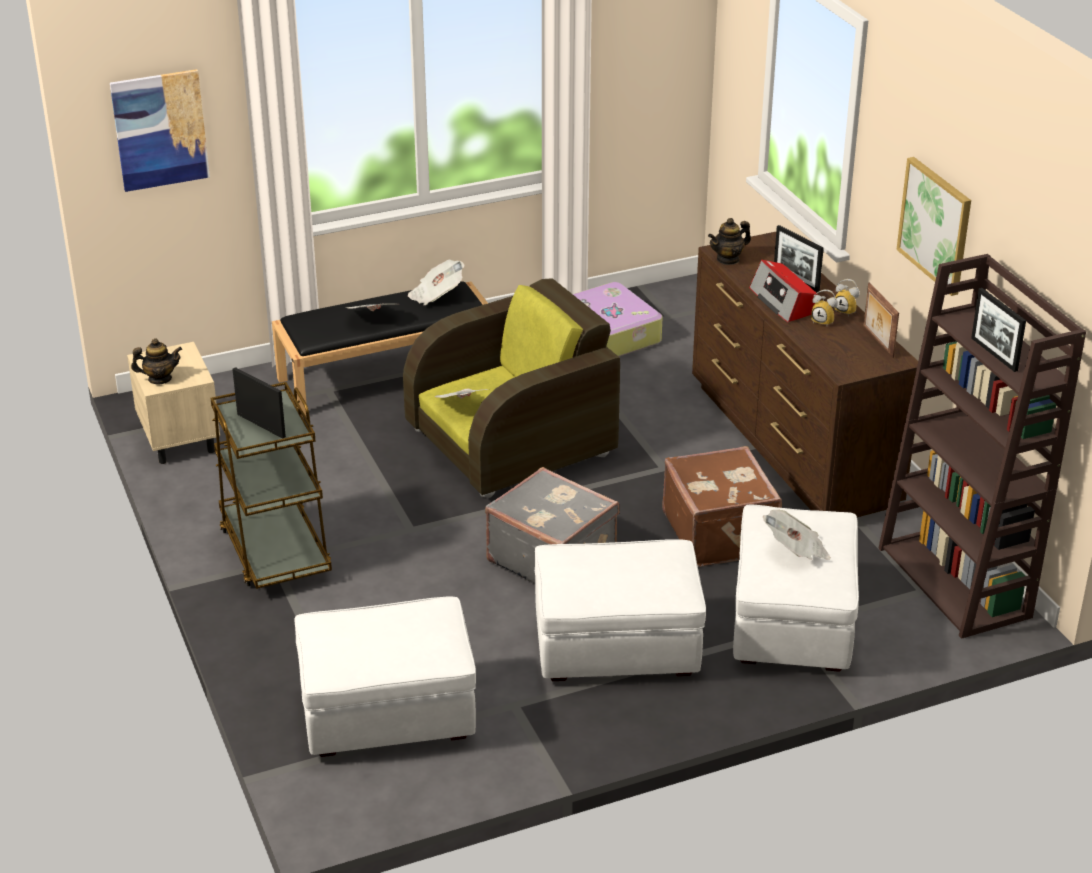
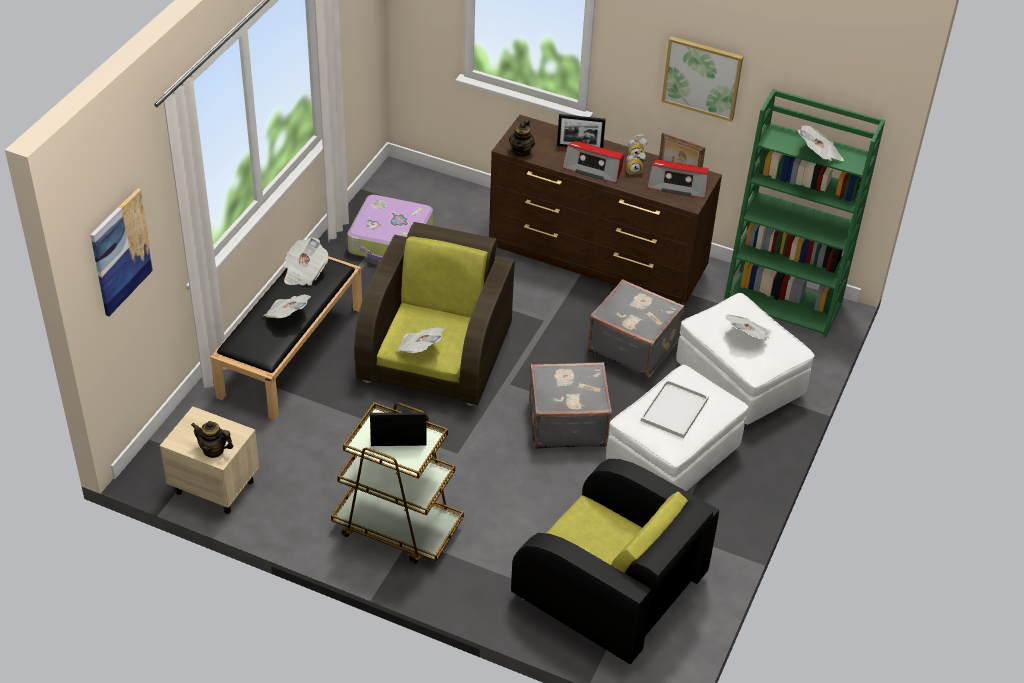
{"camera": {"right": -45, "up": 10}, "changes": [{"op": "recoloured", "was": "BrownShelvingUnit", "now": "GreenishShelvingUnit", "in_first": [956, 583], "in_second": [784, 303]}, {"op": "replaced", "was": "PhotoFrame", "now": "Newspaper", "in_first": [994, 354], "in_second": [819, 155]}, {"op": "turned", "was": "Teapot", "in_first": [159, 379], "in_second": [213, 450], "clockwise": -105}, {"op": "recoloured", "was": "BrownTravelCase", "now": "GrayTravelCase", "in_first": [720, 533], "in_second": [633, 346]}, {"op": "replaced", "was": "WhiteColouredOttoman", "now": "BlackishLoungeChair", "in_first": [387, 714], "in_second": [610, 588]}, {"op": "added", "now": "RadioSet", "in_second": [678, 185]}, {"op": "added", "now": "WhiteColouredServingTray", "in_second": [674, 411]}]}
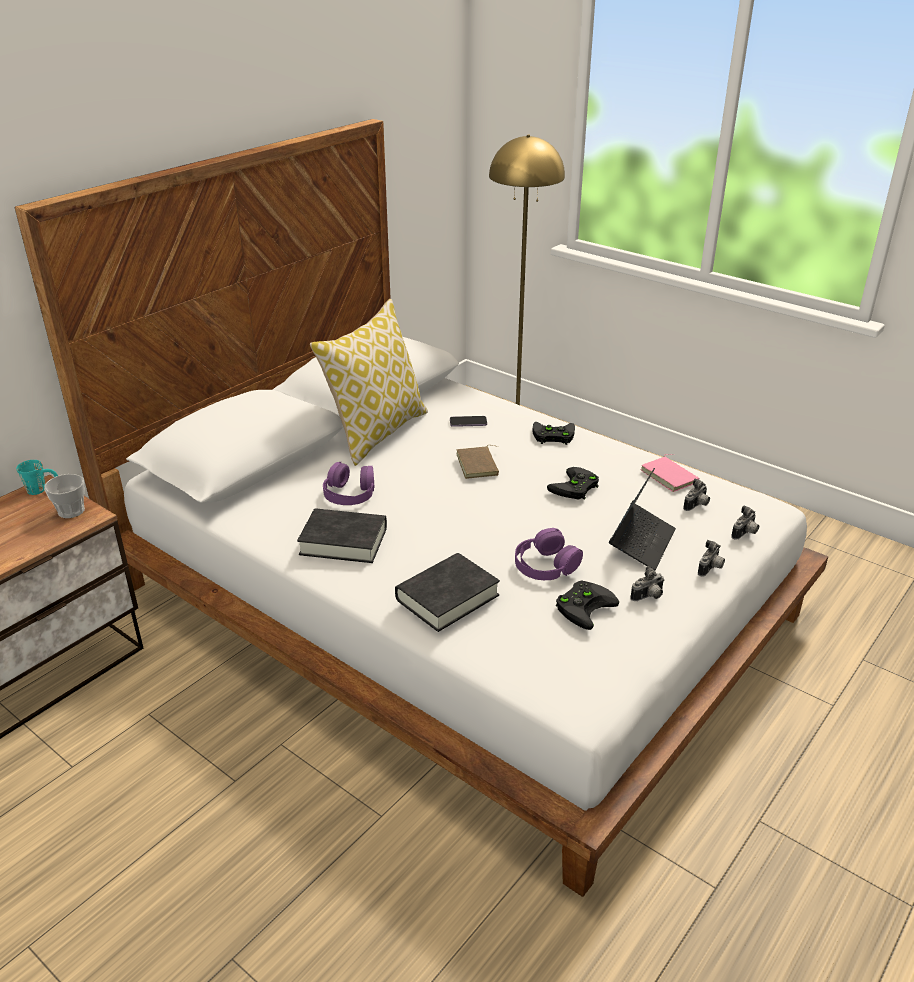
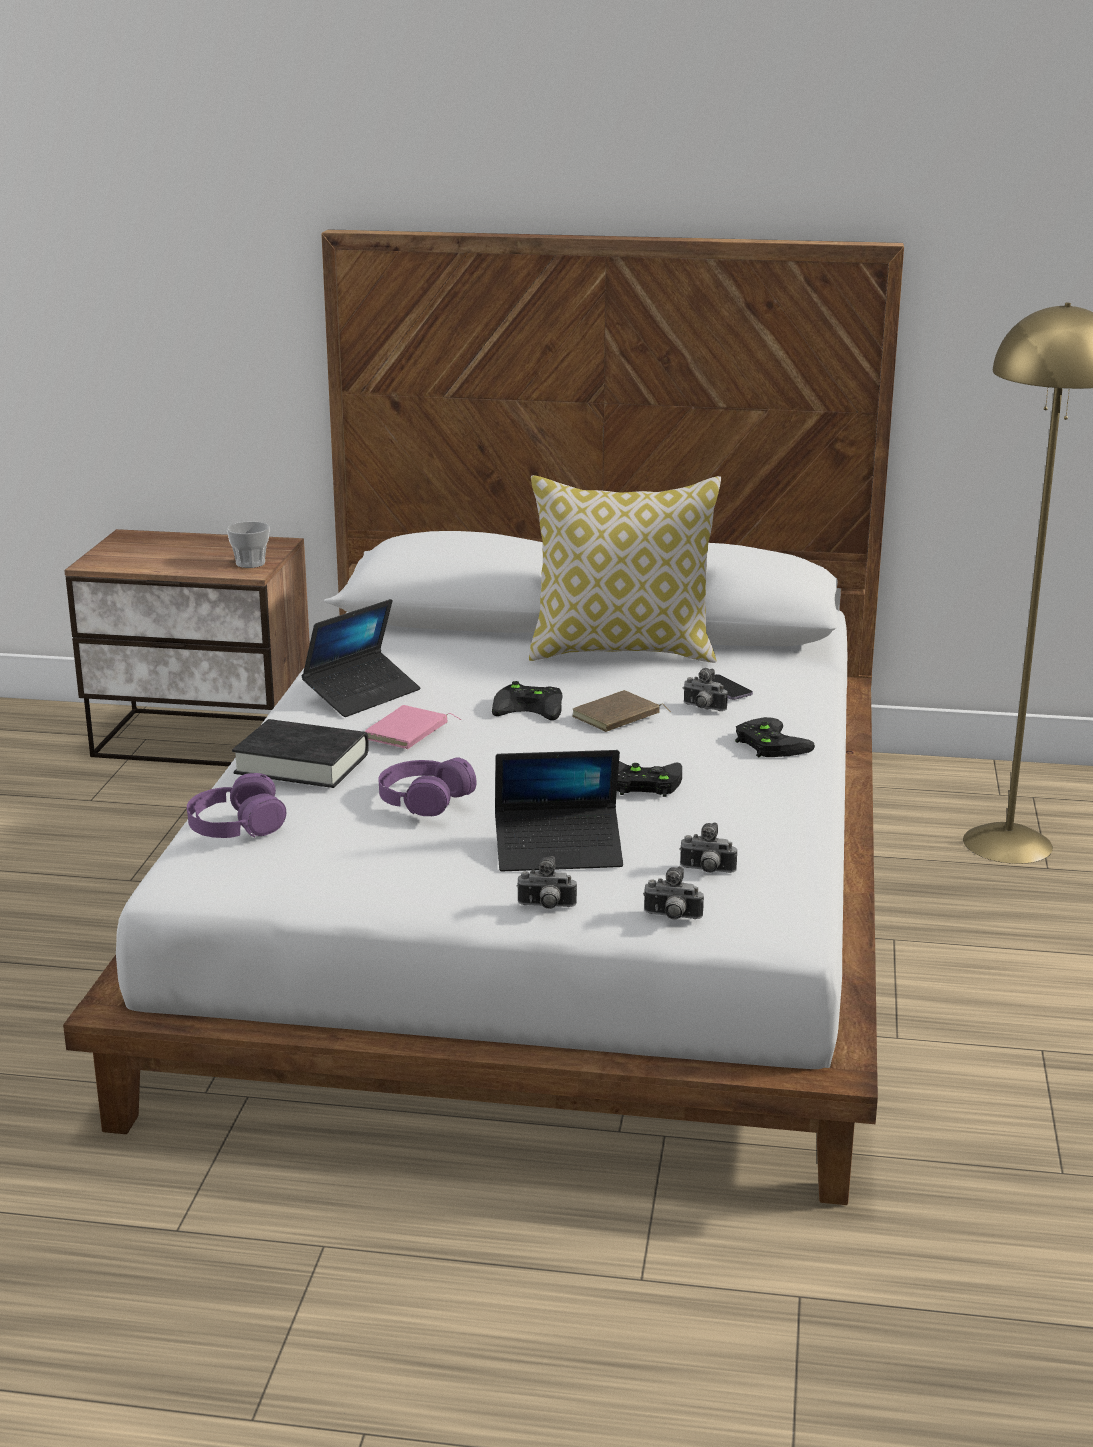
{"camera": {"right": 60, "up": -10}, "changes": [{"op": "moved", "was": "PinkColouredBoundBook", "in_first": [670, 476], "in_second": [408, 733]}, {"op": "removed", "was": "TurquoiseMug", "in_first": [42, 489]}, {"op": "moved", "was": "PurplishHeadset", "in_first": [350, 493], "in_second": [235, 824]}, {"op": "replaced", "was": "BlackishBoundBook", "now": "NotebookComputer", "in_first": [343, 541], "in_second": [362, 694]}, {"op": "moved", "was": "PhotoCamera", "in_first": [648, 597], "in_second": [702, 708]}, {"op": "moved", "was": "BlackishGamepad", "in_first": [584, 605], "in_second": [532, 707]}]}
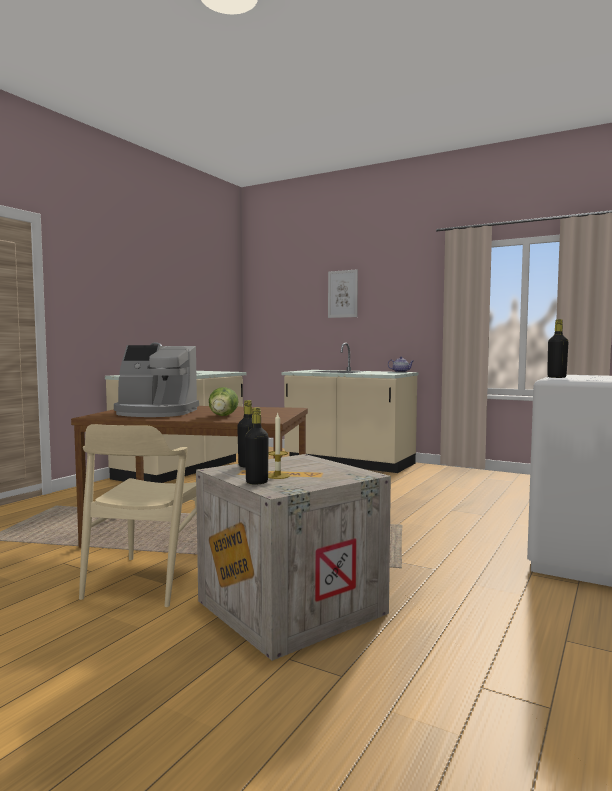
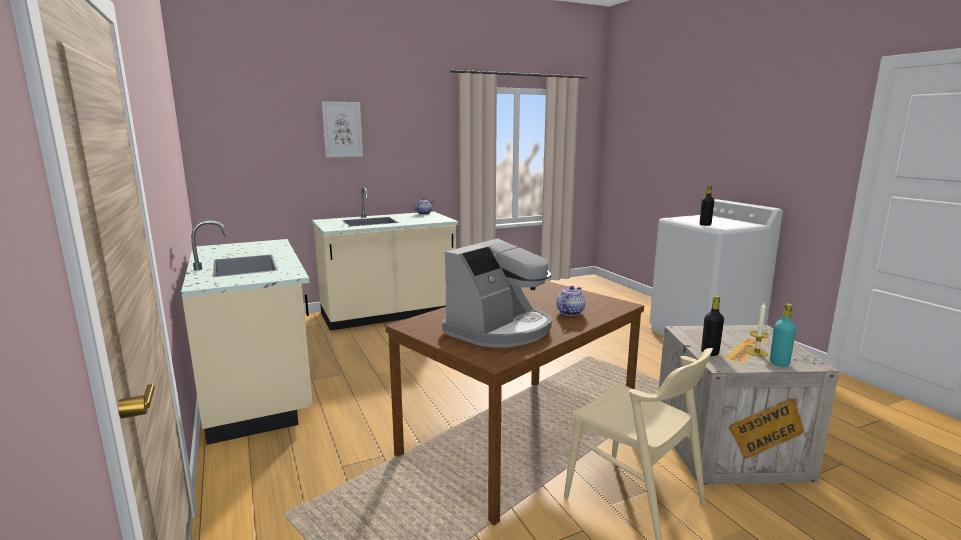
{"camera": {"right": -55, "up": 10}, "changes": [{"op": "replaced", "was": "Lettuce", "now": "Teapot", "in_first": [222, 416], "in_second": [570, 312]}, {"op": "recoloured", "was": "BlackishBeverageBottle", "now": "TurquoiseBeverageBottle", "in_first": [257, 482], "in_second": [779, 363]}]}
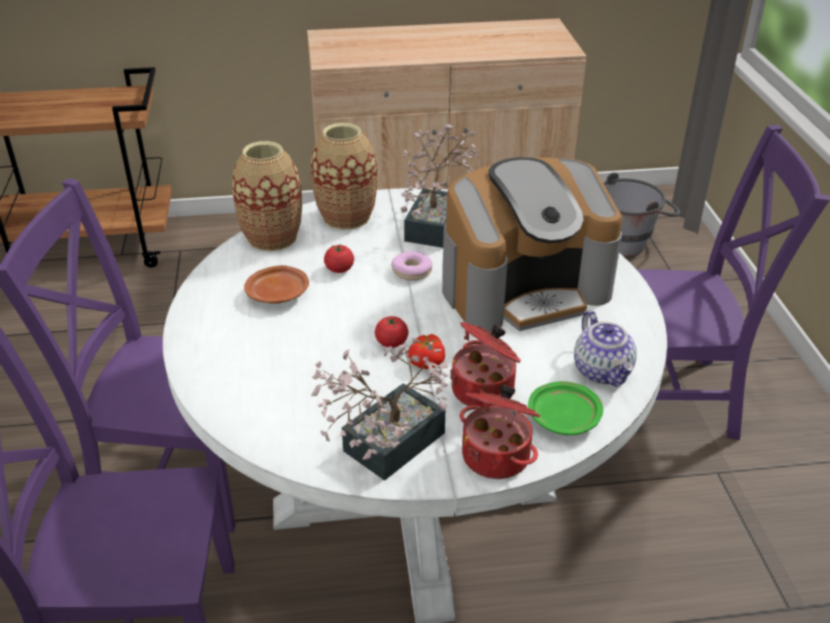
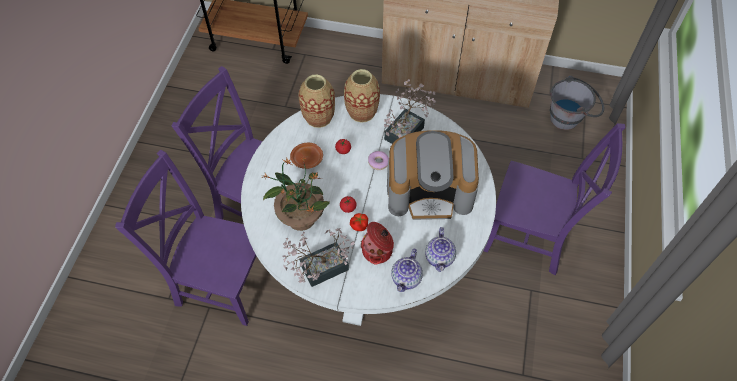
{"camera": {"right": 20, "up": 20}, "changes": [{"op": "replaced", "was": "GreenishPlate", "now": "Teapot", "in_first": [564, 417], "in_second": [406, 278]}, {"op": "removed", "was": "CookingPot", "in_first": [497, 455]}, {"op": "added", "now": "PlantInAPot", "in_second": [300, 217]}]}
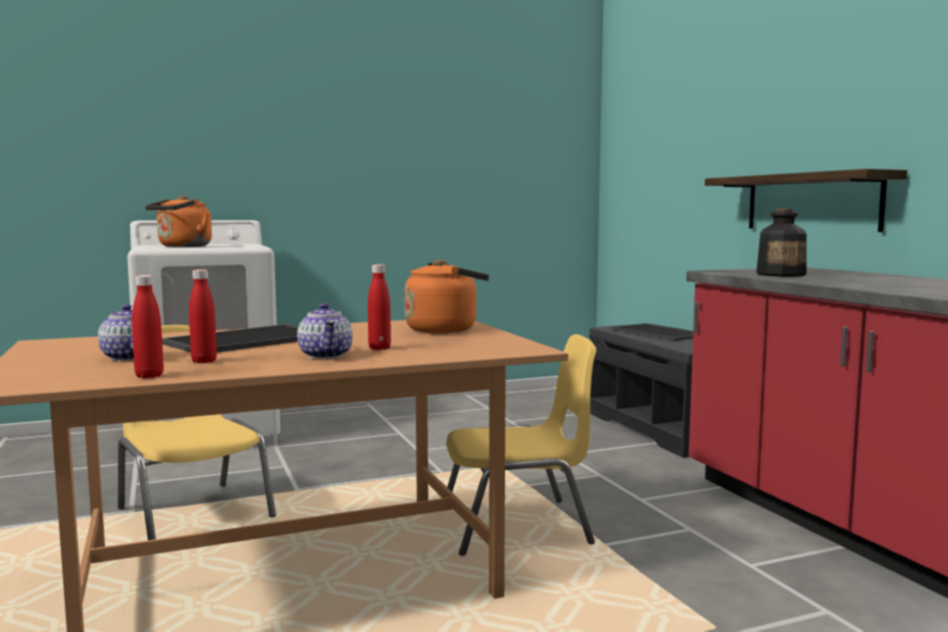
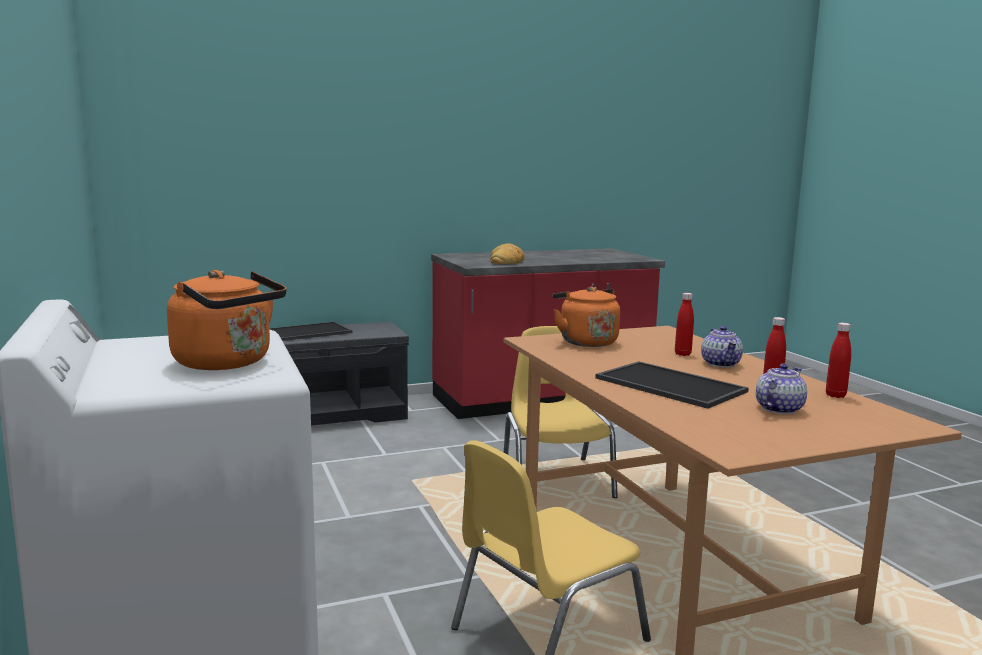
{"camera": {"right": -90, "up": 5}, "changes": [{"op": "removed", "was": "BracketShelf", "in_first": [811, 202]}, {"op": "replaced", "was": "BeverageBottle", "now": "BakedBread", "in_first": [781, 274], "in_second": [506, 261]}, {"op": "turned", "was": "Teapot", "in_first": [326, 355], "in_second": [721, 363], "clockwise": 105}]}
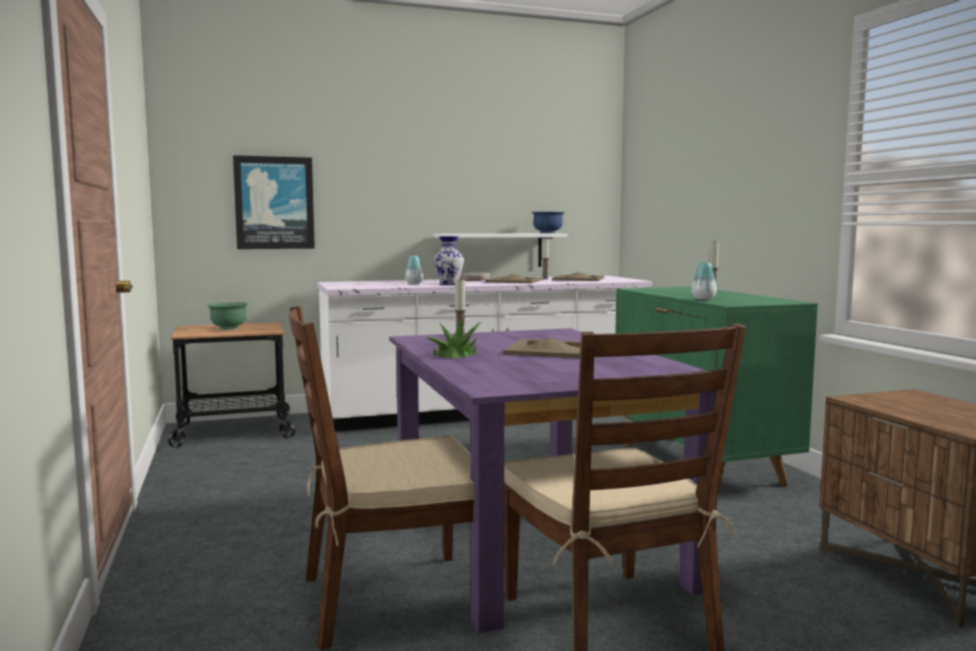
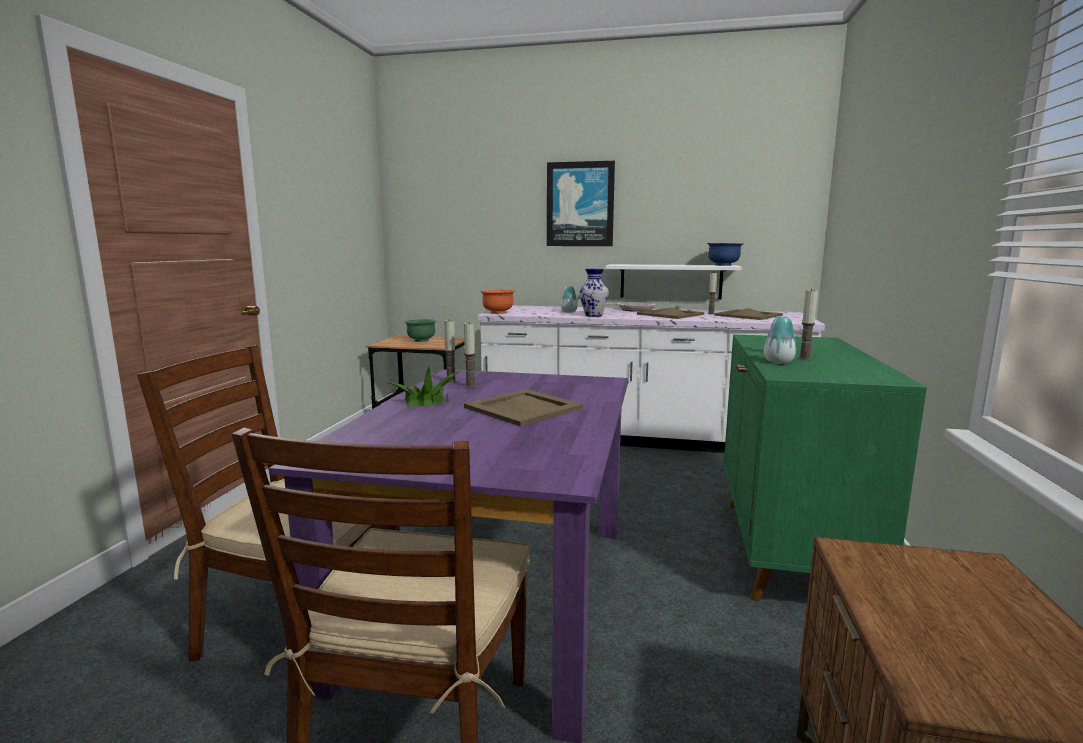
{"camera": {"right": 30, "up": 5}, "changes": [{"op": "moved", "was": "WallPicture", "in_first": [274, 203], "in_second": [580, 204]}, {"op": "added", "now": "OrangeColouredBowl", "in_second": [497, 313]}, {"op": "added", "now": "Candle", "in_second": [451, 381]}]}
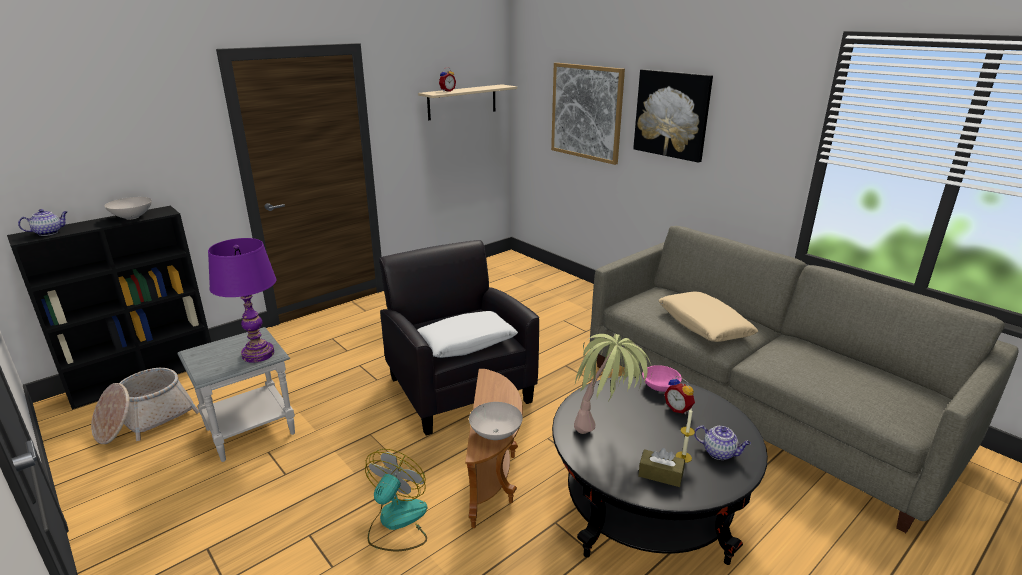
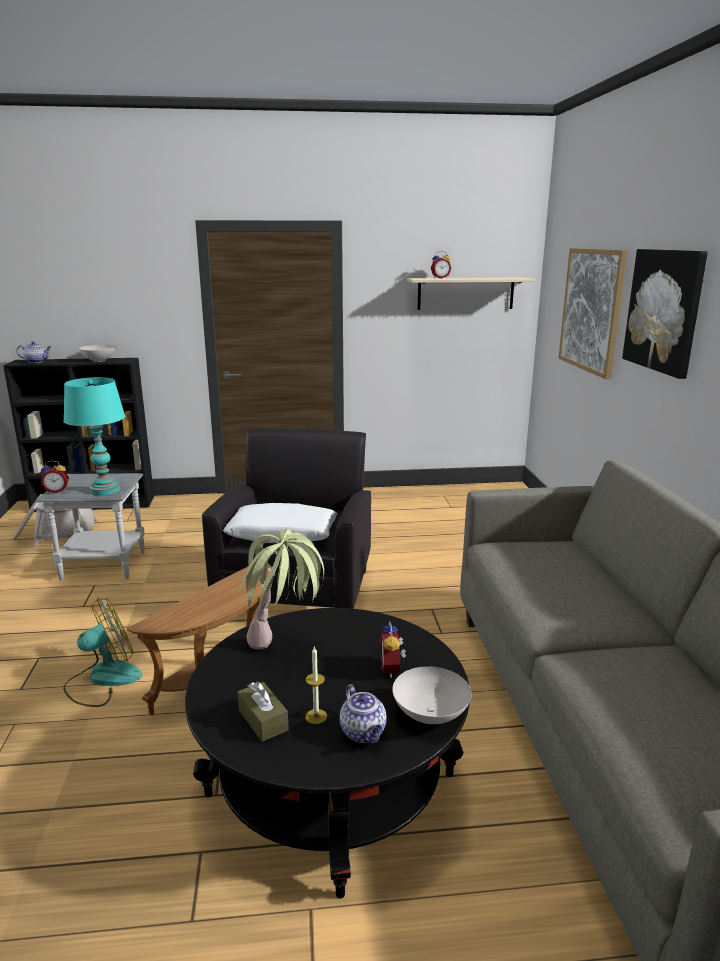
{"camera": {"right": 35, "up": -5}, "changes": [{"op": "recoloured", "was": "PurplishTableLamp", "now": "TurquoiseTableLamp", "in_first": [258, 354], "in_second": [105, 490]}, {"op": "removed", "was": "BeigeCushion", "in_first": [704, 325]}, {"op": "removed", "was": "PinkColouredBowl", "in_first": [661, 387]}, {"op": "moved", "was": "WhiteColouredBowl", "in_first": [496, 433], "in_second": [431, 714]}, {"op": "added", "now": "TableClock", "in_second": [57, 491]}]}
